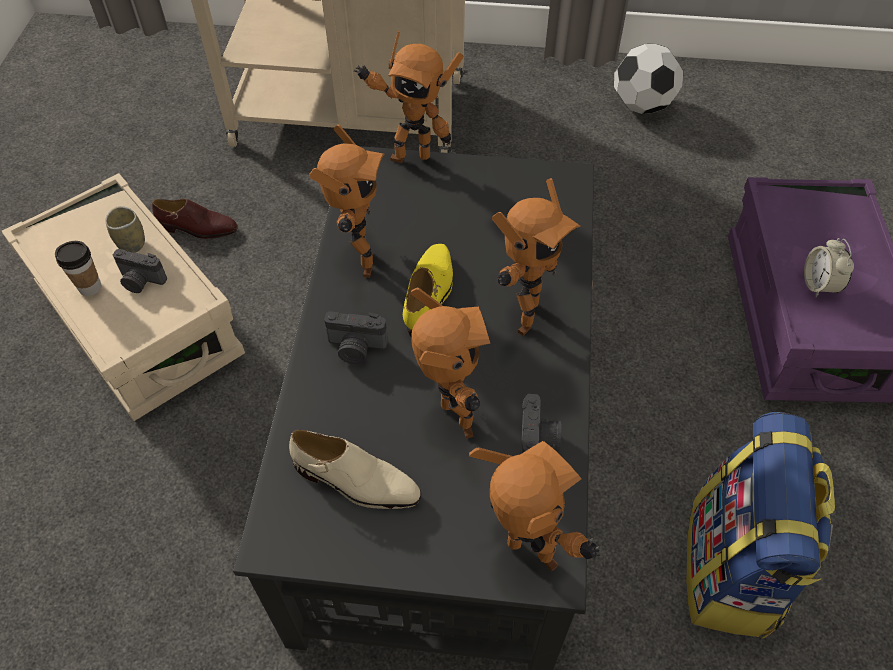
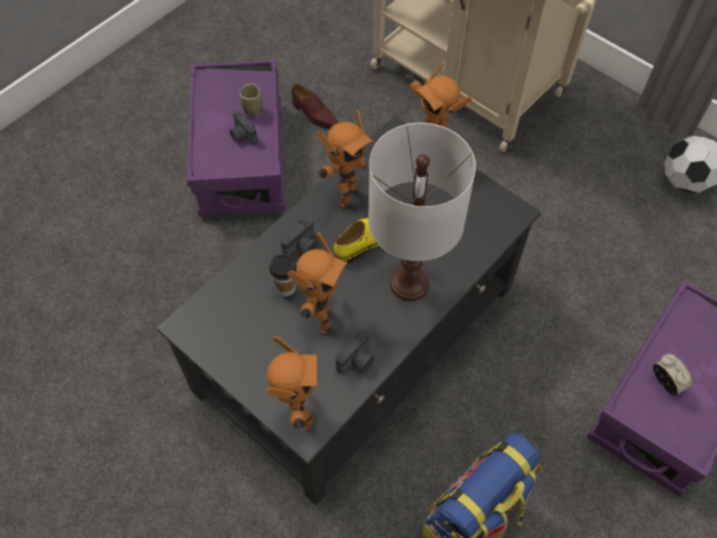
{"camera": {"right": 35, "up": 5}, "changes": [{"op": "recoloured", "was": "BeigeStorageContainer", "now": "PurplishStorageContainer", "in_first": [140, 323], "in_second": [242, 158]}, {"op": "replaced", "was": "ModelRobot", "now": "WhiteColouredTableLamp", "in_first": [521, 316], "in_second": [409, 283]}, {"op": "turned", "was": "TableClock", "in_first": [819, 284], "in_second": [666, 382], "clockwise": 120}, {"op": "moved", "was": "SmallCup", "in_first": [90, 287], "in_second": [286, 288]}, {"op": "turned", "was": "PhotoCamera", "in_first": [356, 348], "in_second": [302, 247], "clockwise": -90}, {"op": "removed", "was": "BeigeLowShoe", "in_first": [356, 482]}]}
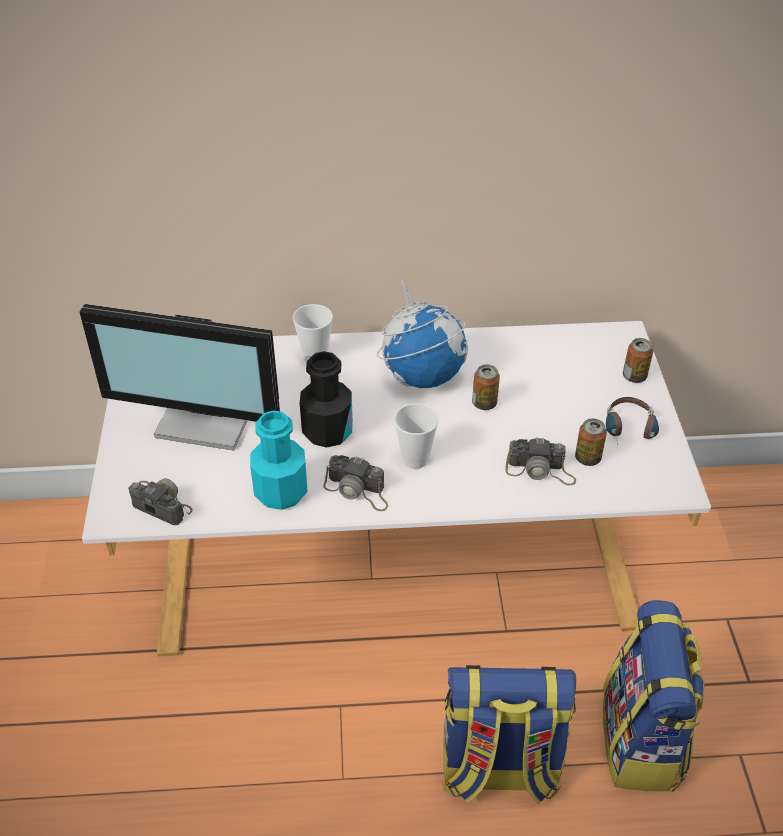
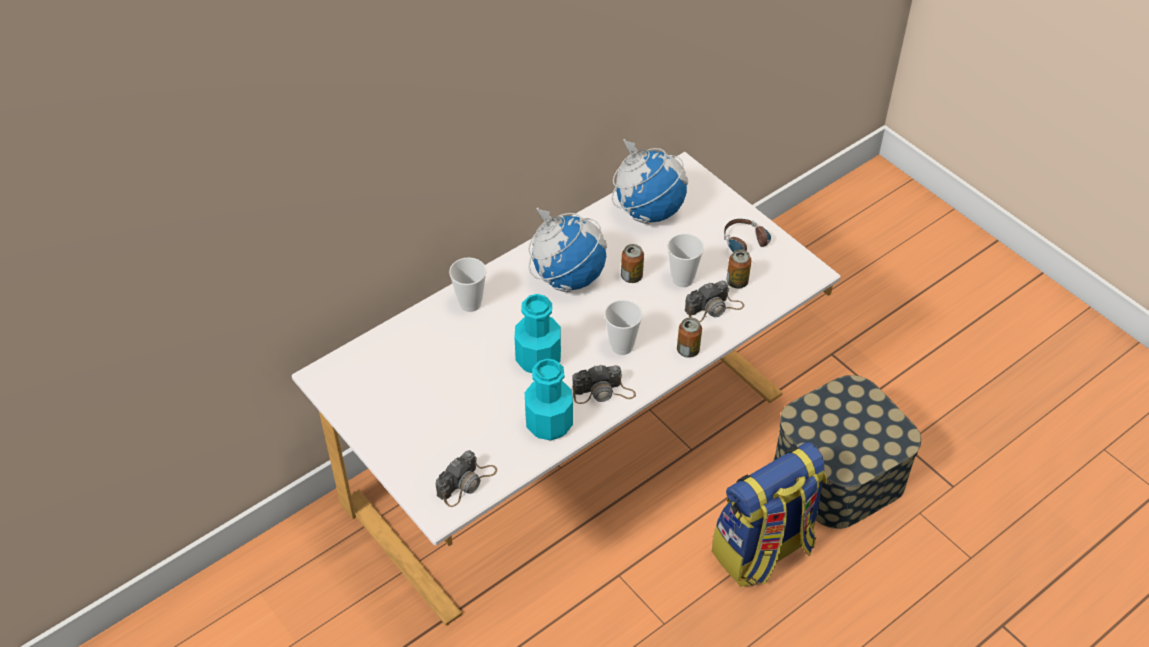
{"camera": {"right": -35, "up": 5}, "changes": [{"op": "removed", "was": "ComputerScreen", "in_first": [207, 419]}, {"op": "moved", "was": "SealedCan", "in_first": [634, 376], "in_second": [688, 350]}, {"op": "recoloured", "was": "BlackishBeverageBottle", "now": "TurquoiseBeverageBottle", "in_first": [327, 431], "in_second": [538, 359]}, {"op": "turned", "was": "PhotoCamera", "in_first": [159, 503], "in_second": [466, 482], "clockwise": 135}, {"op": "replaced", "was": "Knapsack", "now": "StorageContainer", "in_first": [642, 741], "in_second": [839, 473]}, {"op": "added", "now": "DeskGlobe", "in_second": [648, 211]}, {"op": "added", "now": "SmallCup", "in_second": [682, 279]}]}
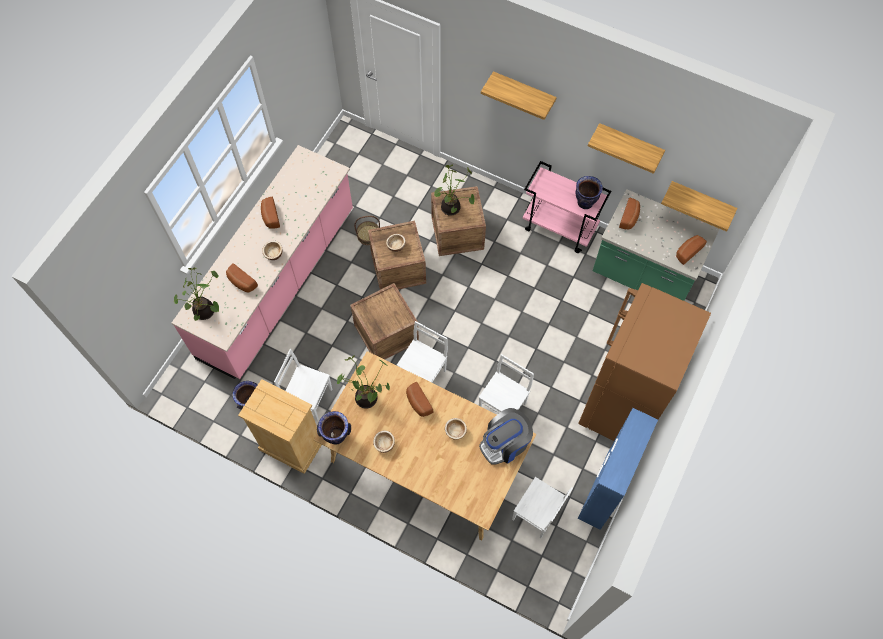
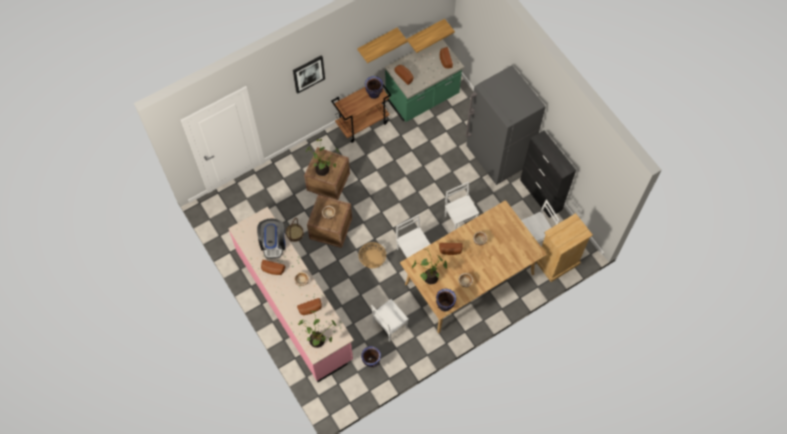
{"camera": {"right": -60, "up": 0}, "changes": [{"op": "replaced", "was": "BracketShelf", "now": "WallPicture", "in_first": [523, 92], "in_second": [308, 73]}, {"op": "recoloured", "was": "PinkColouredWheeledCart", "now": "BrownWheeledCart", "in_first": [560, 228], "in_second": [362, 123]}, {"op": "replaced", "was": "ShippingCrate", "now": "StorageBasket", "in_first": [386, 333], "in_second": [372, 258]}, {"op": "recoloured", "was": "BrownRefrigerator", "now": "GrayRefrigerator", "in_first": [621, 406], "in_second": [497, 158]}, {"op": "moved", "was": "BeigeDresser", "in_first": [291, 445], "in_second": [557, 263]}, {"op": "moved", "was": "CoffeeMaker", "in_first": [505, 443], "in_second": [273, 243]}, {"op": "recoloured", "was": "BlueCupboard", "now": "BlackishCupboard", "in_first": [604, 490], "in_second": [541, 195]}]}
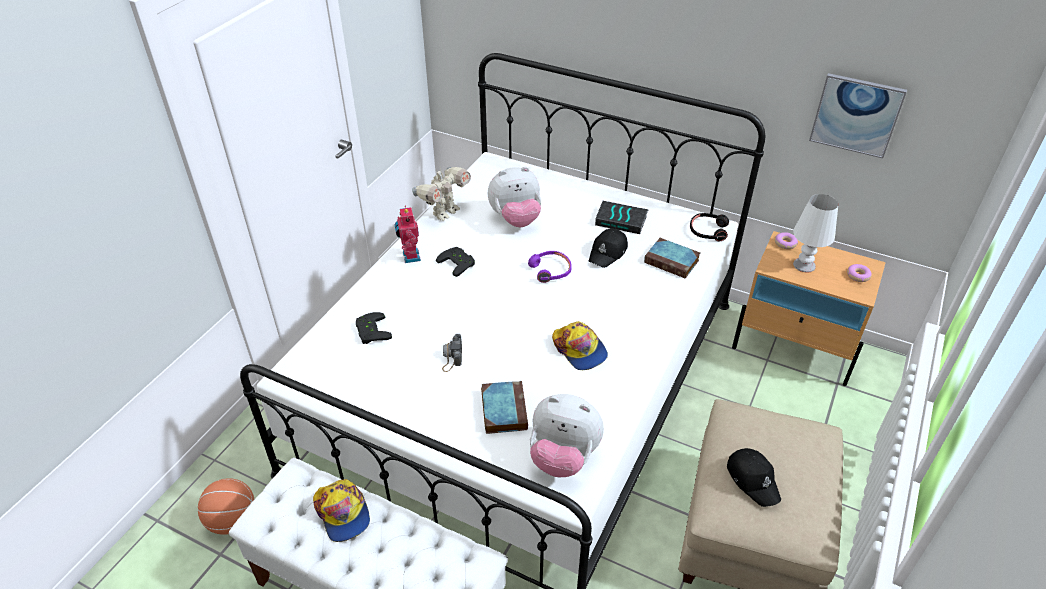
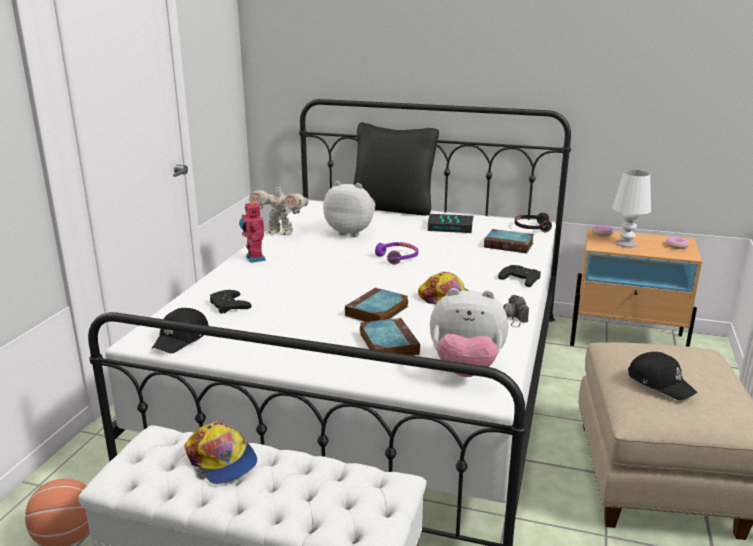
{"camera": {"right": -10, "up": -20}, "changes": [{"op": "removed", "was": "WallPicture", "in_first": [856, 115]}, {"op": "turned", "was": "ModelRobot", "in_first": [444, 212], "in_second": [280, 232], "clockwise": 75}, {"op": "turned", "was": "PlushToy", "in_first": [516, 219], "in_second": [351, 232], "clockwise": -135}, {"op": "moved", "was": "BlackishPeakedCap", "in_first": [608, 252], "in_second": [182, 338]}, {"op": "moved", "was": "BlackishGamepad", "in_first": [458, 262], "in_second": [521, 278]}, {"op": "moved", "was": "PhotoCamera", "in_first": [452, 356], "in_second": [514, 317]}, {"op": "added", "now": "BlackishCushion", "in_second": [392, 208]}, {"op": "added", "now": "BoundBook", "in_second": [376, 311]}]}
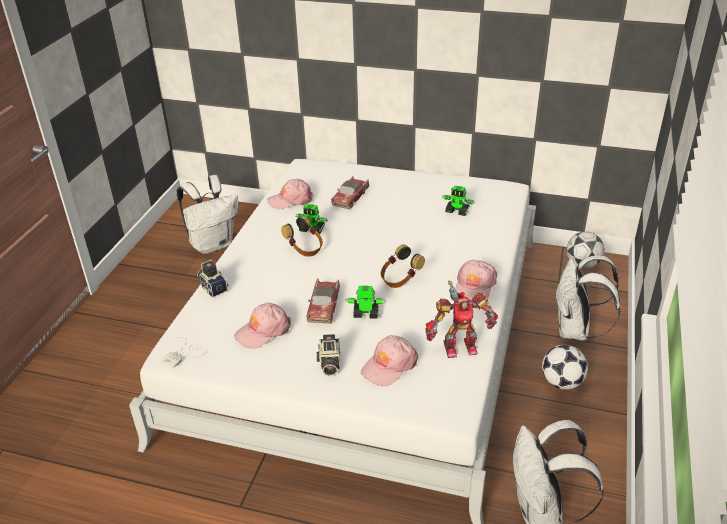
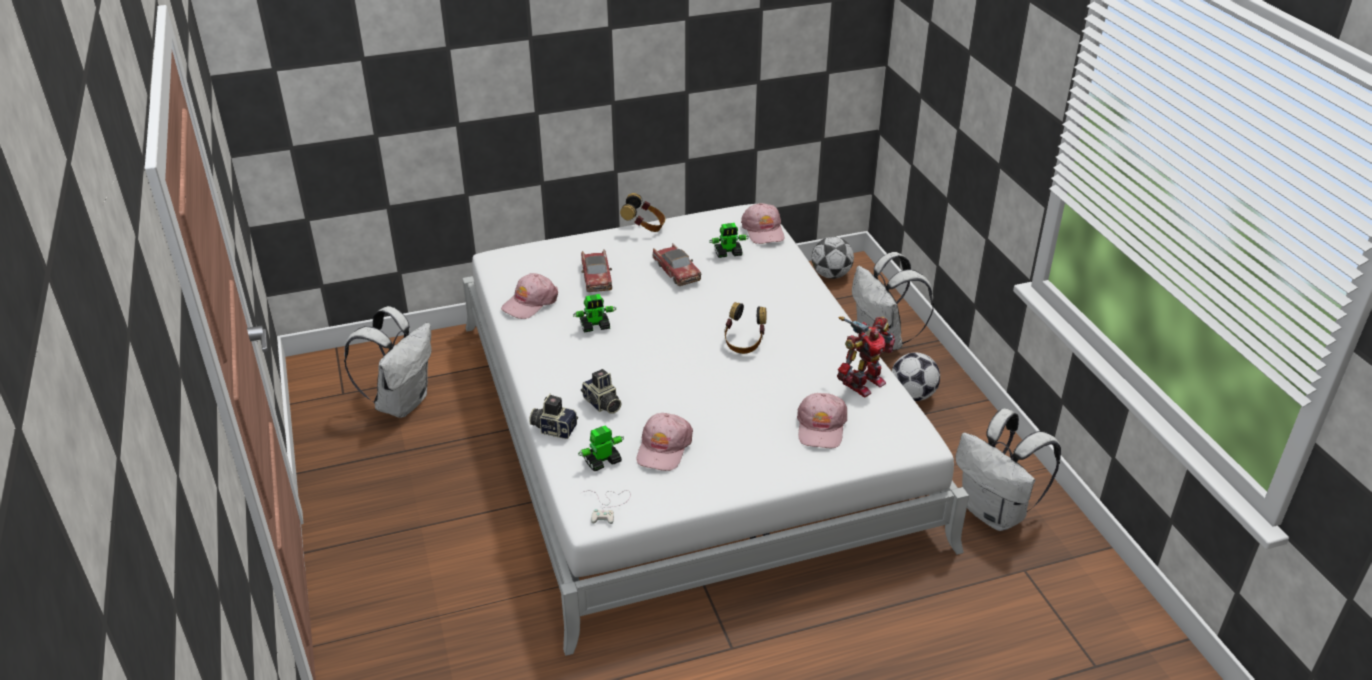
{"camera": {"right": -35, "up": 0}, "changes": [{"op": "moved", "was": "Headset", "in_first": [305, 249], "in_second": [644, 227]}, {"op": "moved", "was": "PinkColouredPeakedCap", "in_first": [474, 286], "in_second": [763, 230]}, {"op": "moved", "was": "ModelCar", "in_first": [324, 306], "in_second": [676, 271]}, {"op": "moved", "was": "ModelRobot", "in_first": [365, 313], "in_second": [602, 461]}, {"op": "moved", "was": "PhotoCamera", "in_first": [329, 364], "in_second": [602, 404]}]}
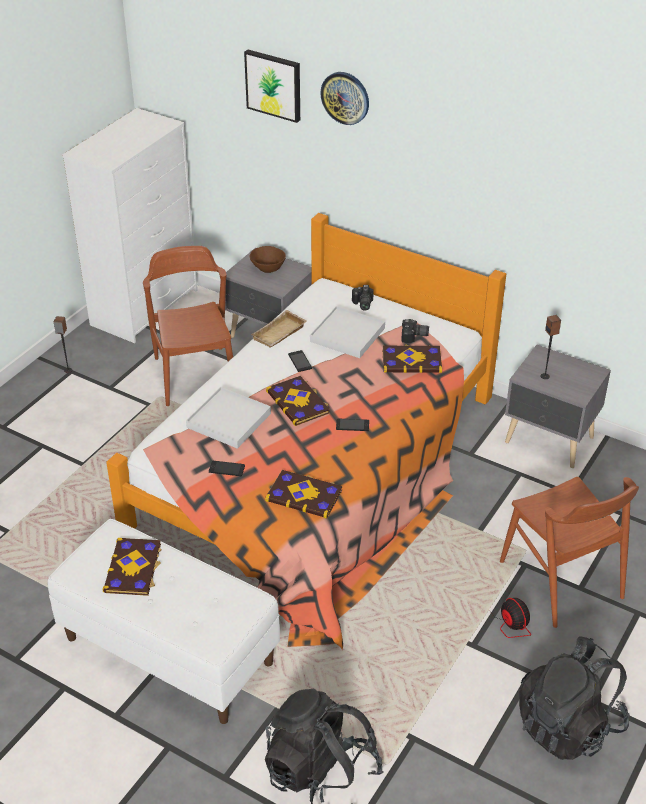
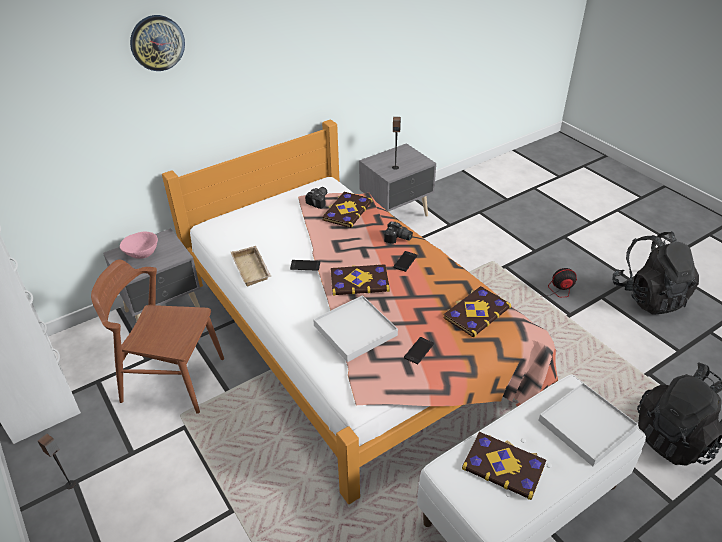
{"camera": {"right": -65, "up": 0}, "changes": [{"op": "removed", "was": "WallPicture", "in_first": [274, 85]}, {"op": "recoloured", "was": "BrownBowl", "now": "PinkColouredBowl", "in_first": [268, 268], "in_second": [142, 253]}, {"op": "moved", "was": "PhotoCamera", "in_first": [362, 304], "in_second": [398, 239]}, {"op": "moved", "was": "WhiteColouredServingTray", "in_first": [347, 335], "in_second": [586, 425]}, {"op": "removed", "was": "BrownUprightChair", "in_first": [561, 579]}]}
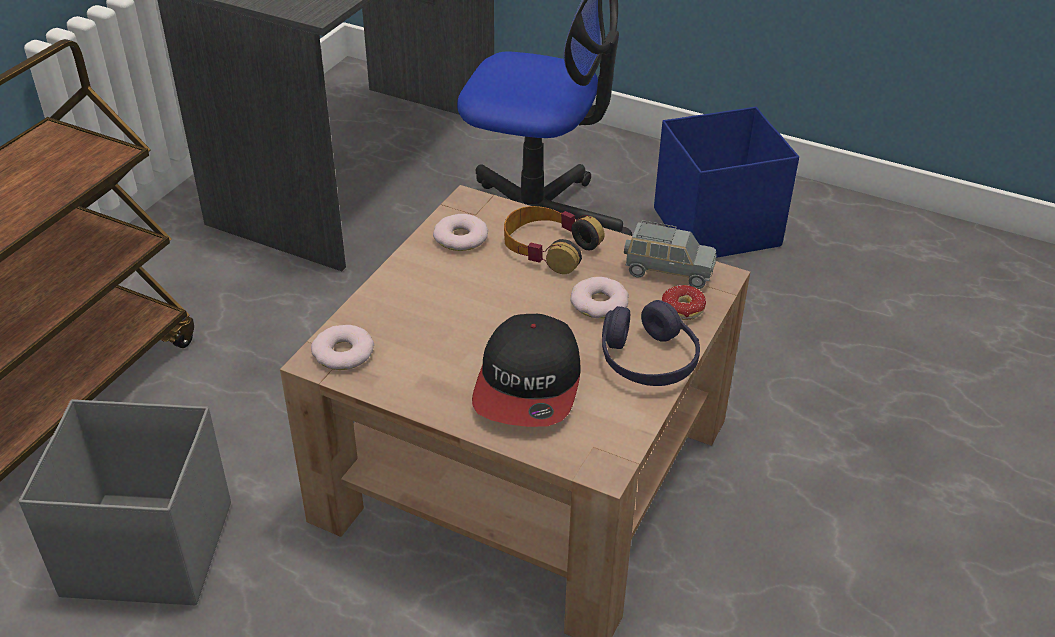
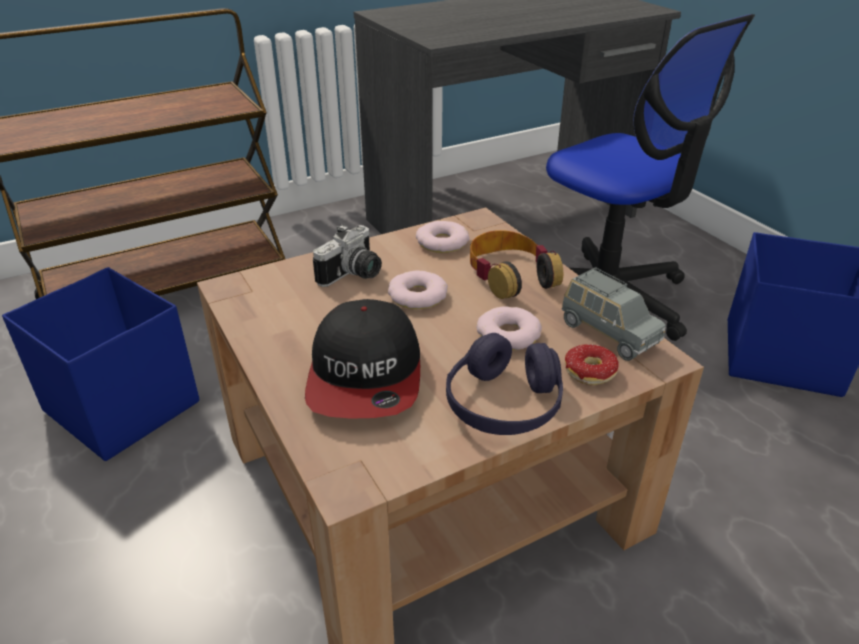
{"camera": {"right": 35, "up": -5}, "changes": [{"op": "turned", "was": "PeakedCap", "in_first": [528, 384], "in_second": [366, 375], "clockwise": -45}, {"op": "moved", "was": "Doughnut", "in_first": [343, 353], "in_second": [417, 296]}, {"op": "recoloured", "was": "GrayStorageContainer", "now": "BlueStorageContainer", "in_first": [146, 548], "in_second": [122, 405]}, {"op": "added", "now": "PhotoCamera", "in_second": [354, 275]}]}
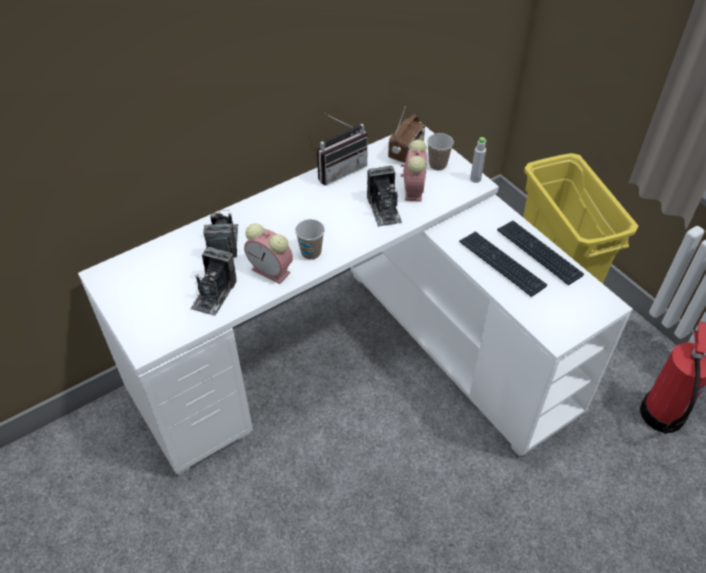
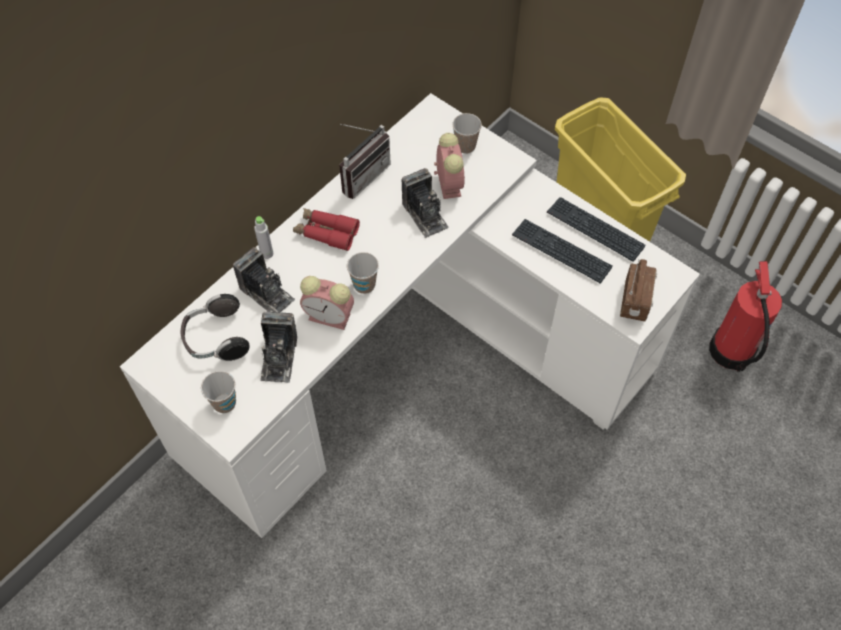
{"camera": {"right": -15, "up": 10}, "changes": [{"op": "moved", "was": "RadioSet", "in_first": [406, 152], "in_second": [635, 301]}, {"op": "moved", "was": "GrayBeverageBottle", "in_first": [475, 179], "in_second": [267, 253]}, {"op": "turned", "was": "PhotoCamera", "in_first": [224, 242], "in_second": [266, 293], "clockwise": 150}, {"op": "added", "now": "RedColouredFieldGlasses", "in_second": [326, 232]}, {"op": "added", "now": "Headset", "in_second": [216, 339]}, {"op": "added", "now": "SmallCup", "in_second": [224, 403]}]}
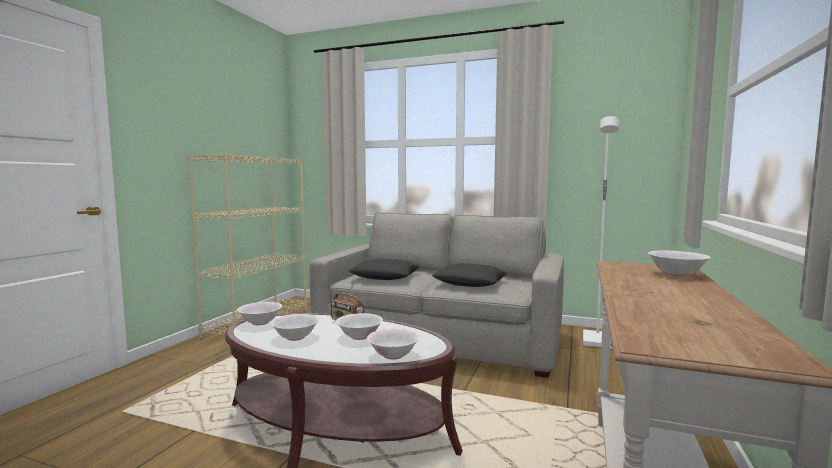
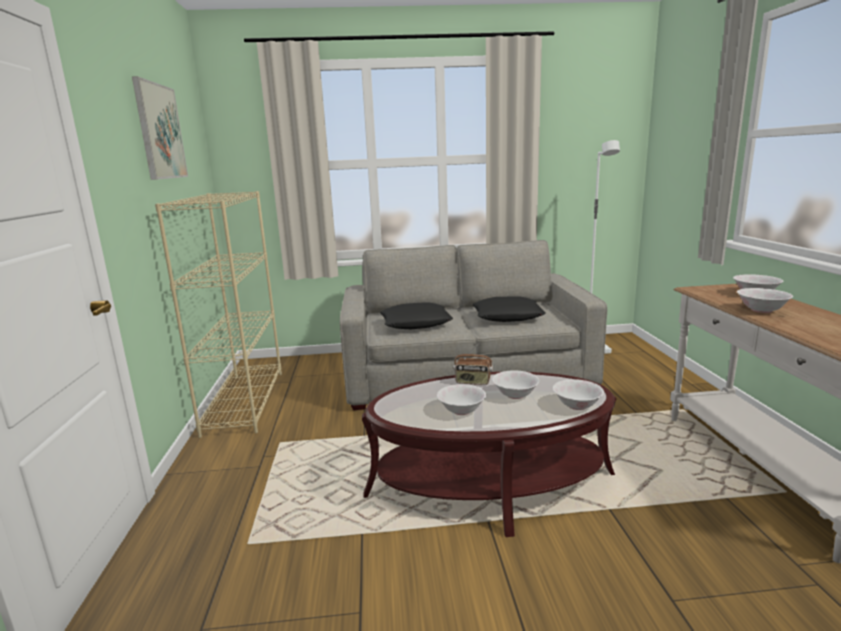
{"camera": {"right": -25, "up": 10}, "changes": [{"op": "moved", "was": "WhiteColouredBowl", "in_first": [260, 322], "in_second": [762, 310]}, {"op": "added", "now": "WallPicture", "in_second": [160, 132]}]}
